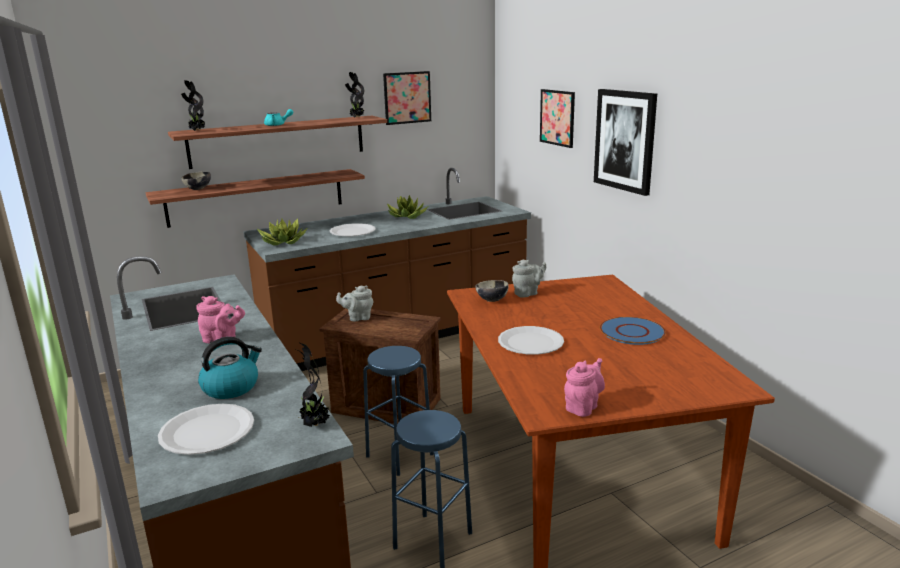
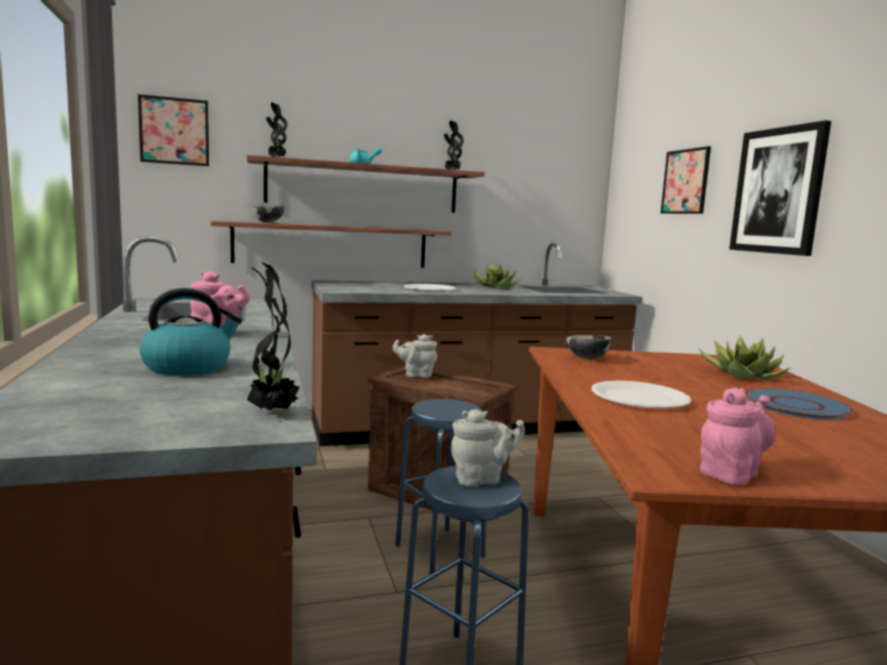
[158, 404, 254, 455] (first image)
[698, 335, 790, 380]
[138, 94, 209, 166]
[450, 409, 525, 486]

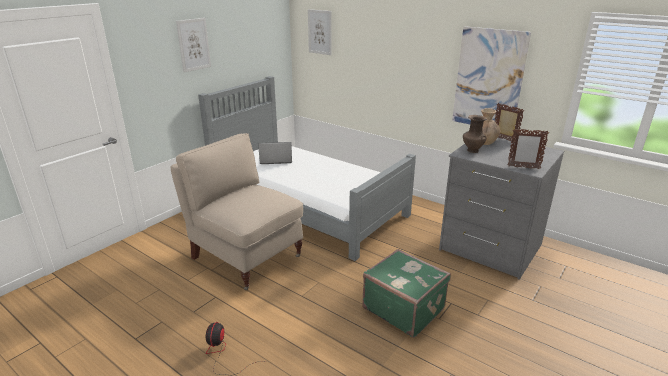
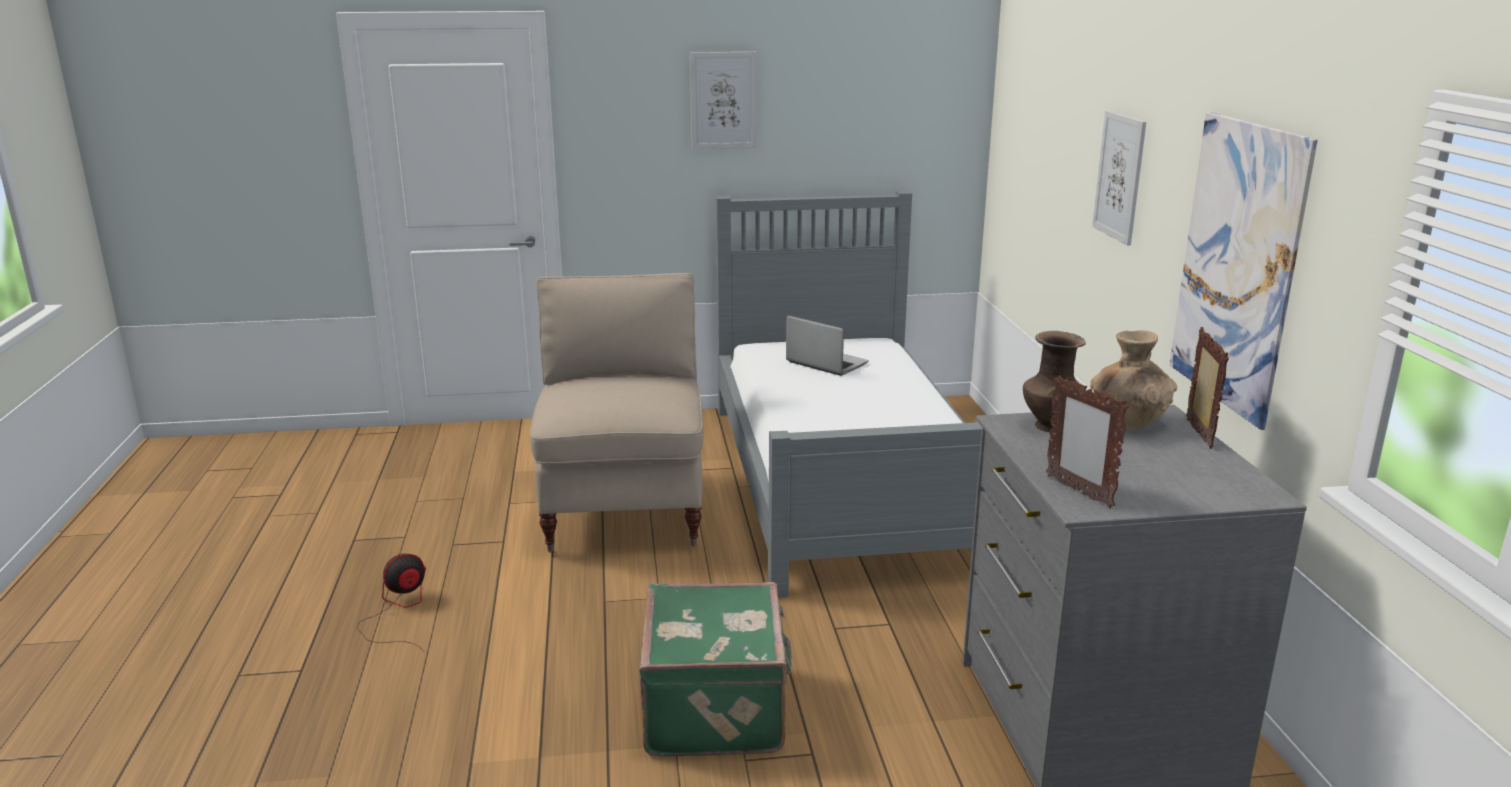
[1092, 111, 1146, 246]

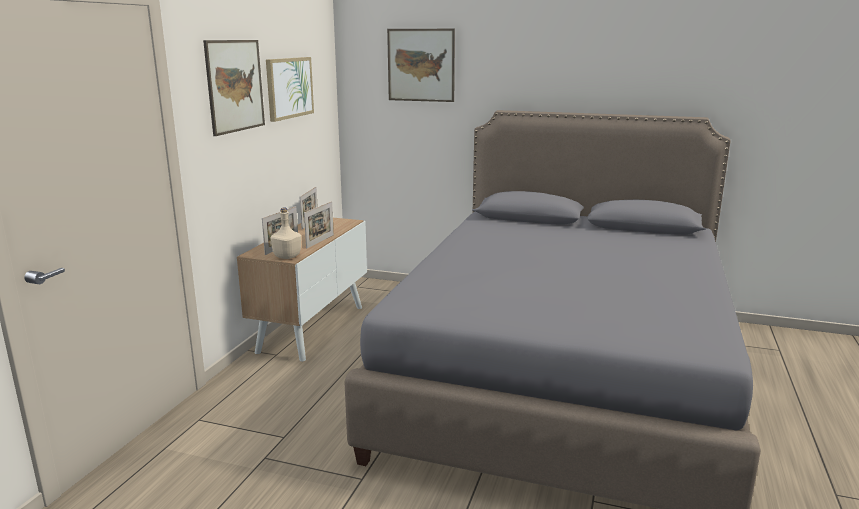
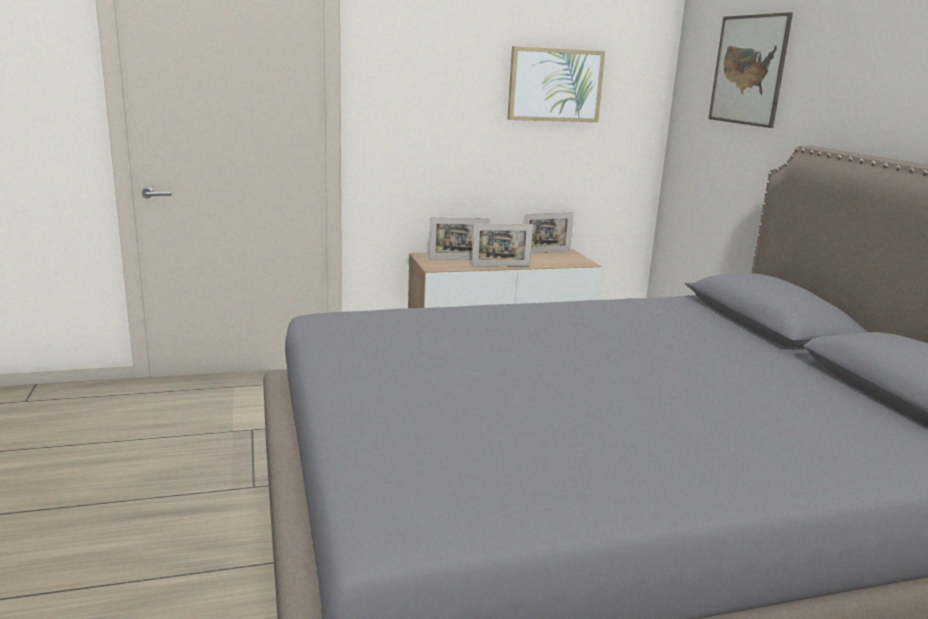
[203, 40, 265, 136] (first image)
[270, 208, 301, 259] (first image)

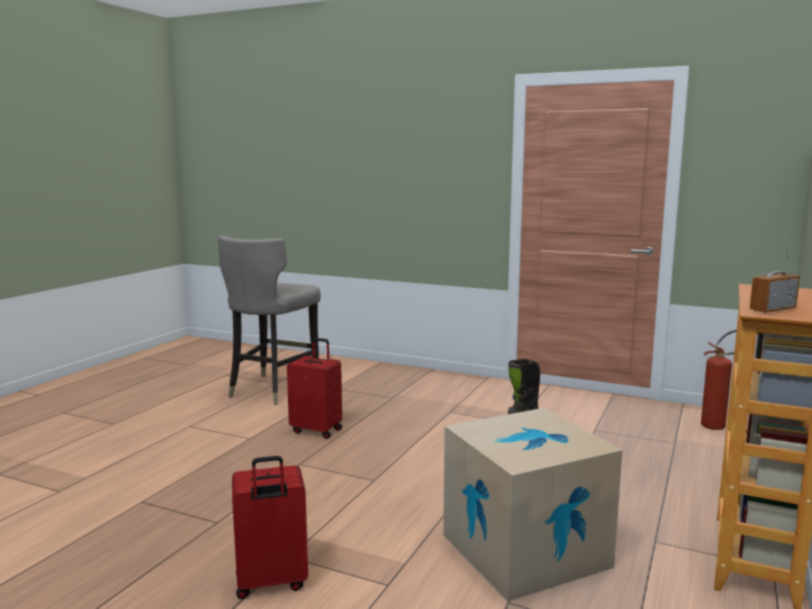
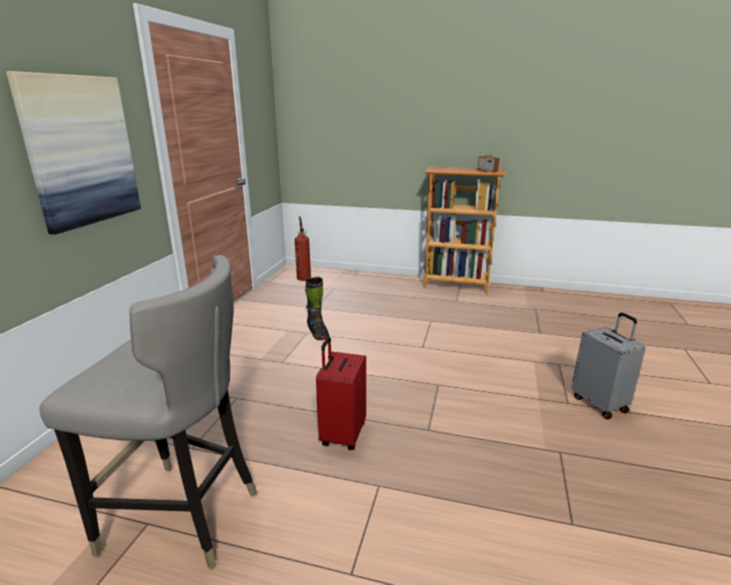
[571, 312, 646, 419]
[443, 408, 622, 601] (first image)
[6, 71, 141, 235]

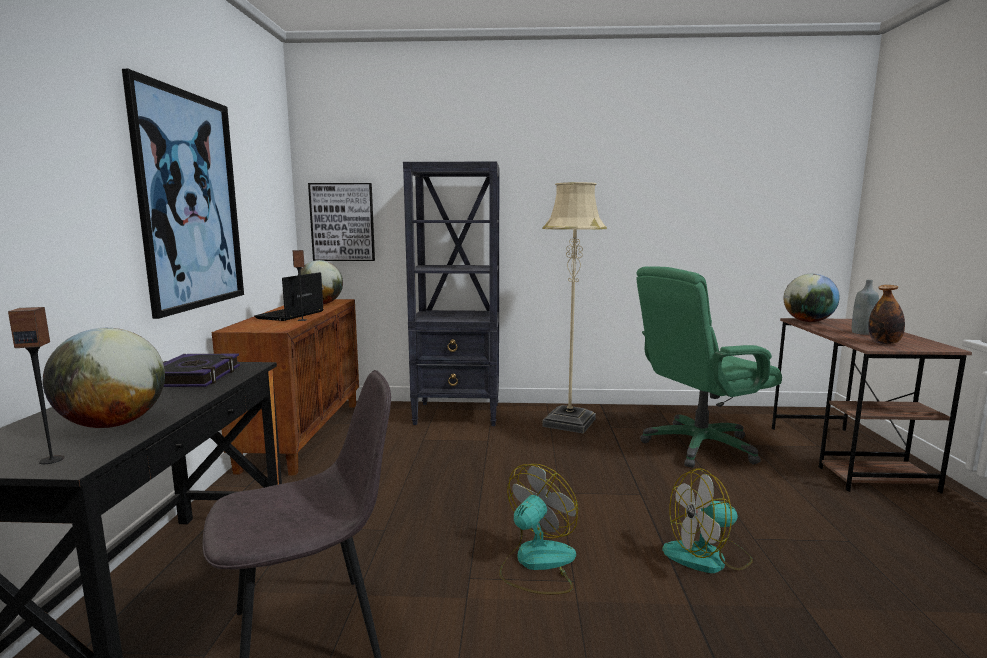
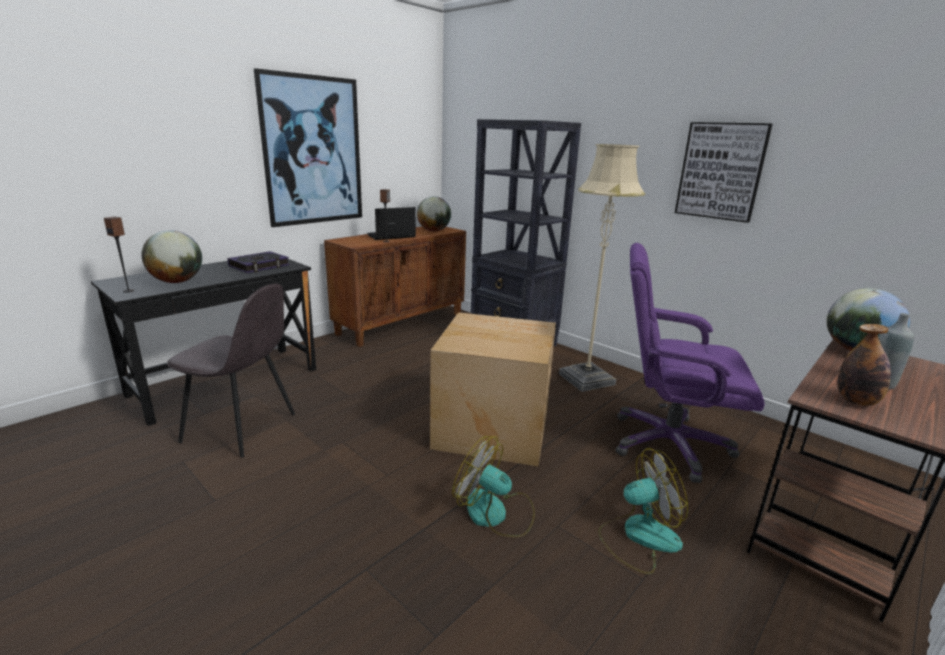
[675, 122, 773, 223]
[598, 448, 688, 574]
[615, 243, 765, 483]
[430, 312, 556, 466]

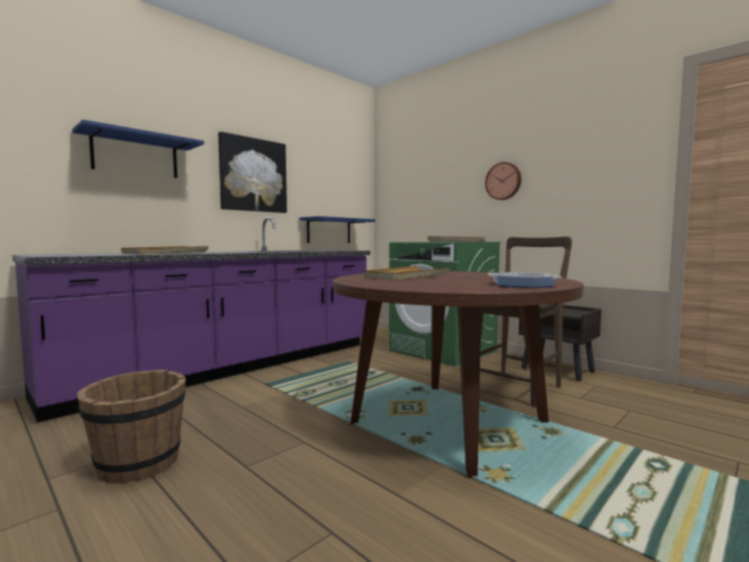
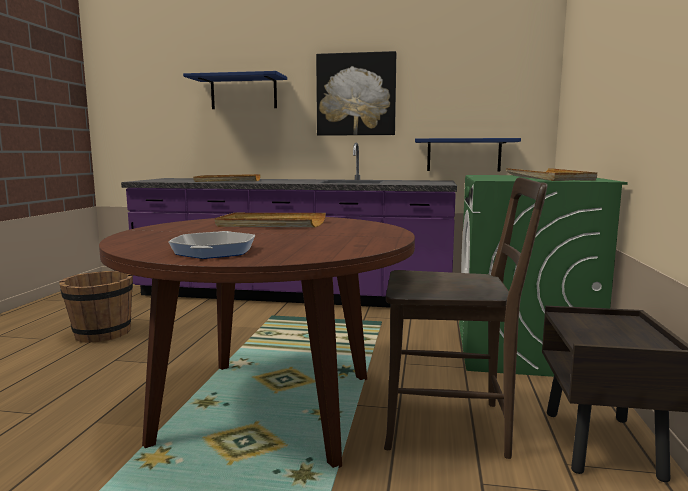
[485, 162, 521, 200] (first image)

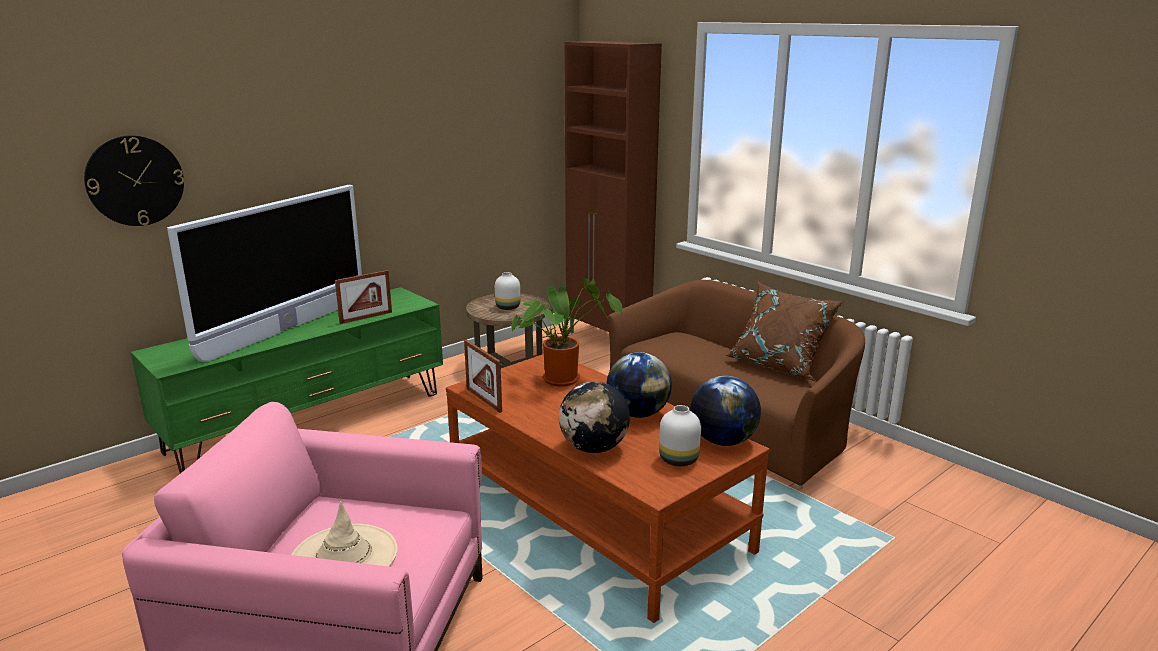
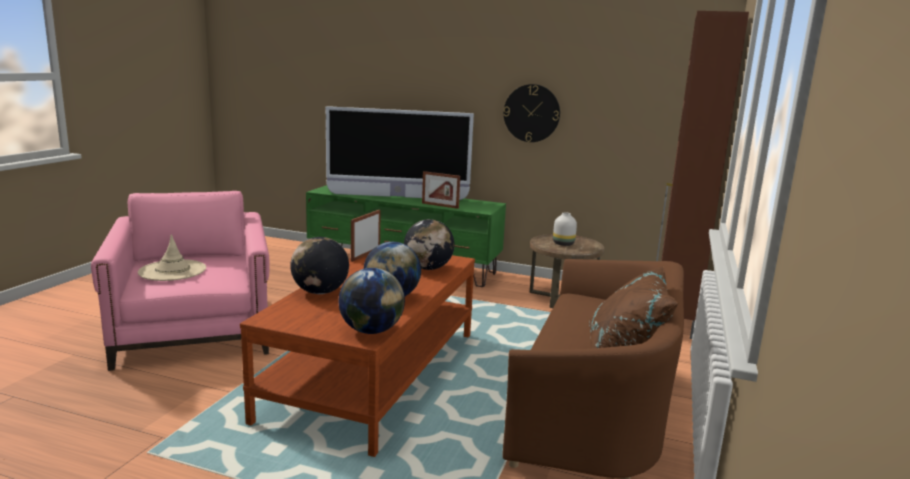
[504, 84, 560, 142]
[404, 219, 455, 270]
[659, 405, 701, 466] (first image)

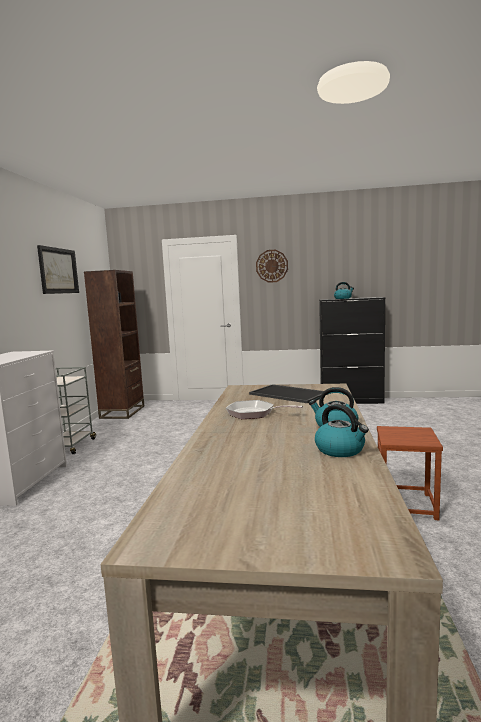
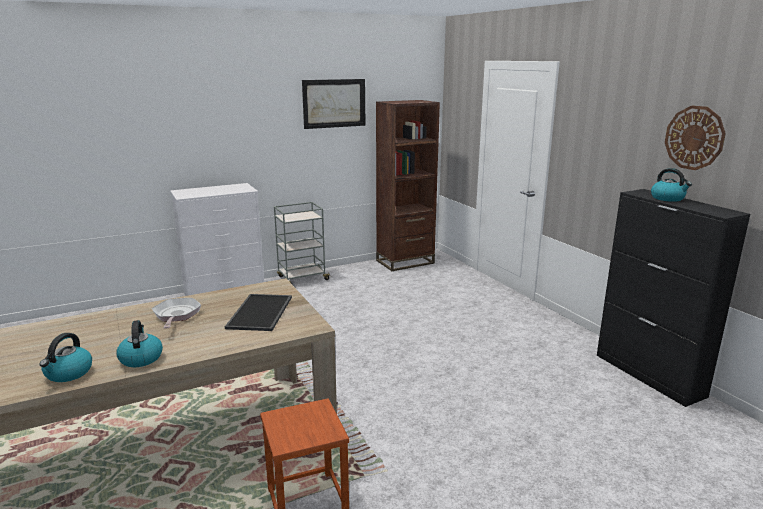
[665, 106, 726, 170]

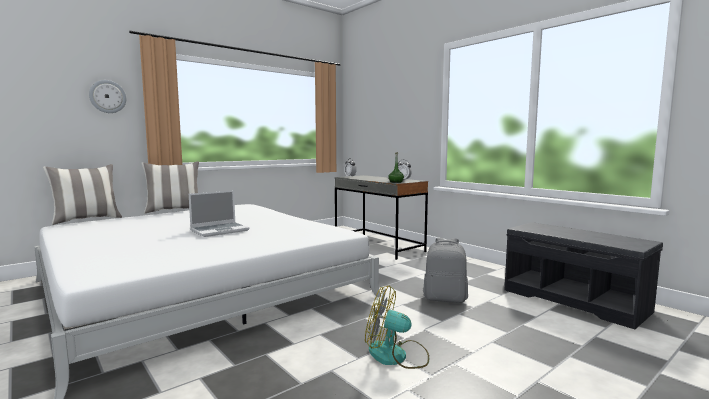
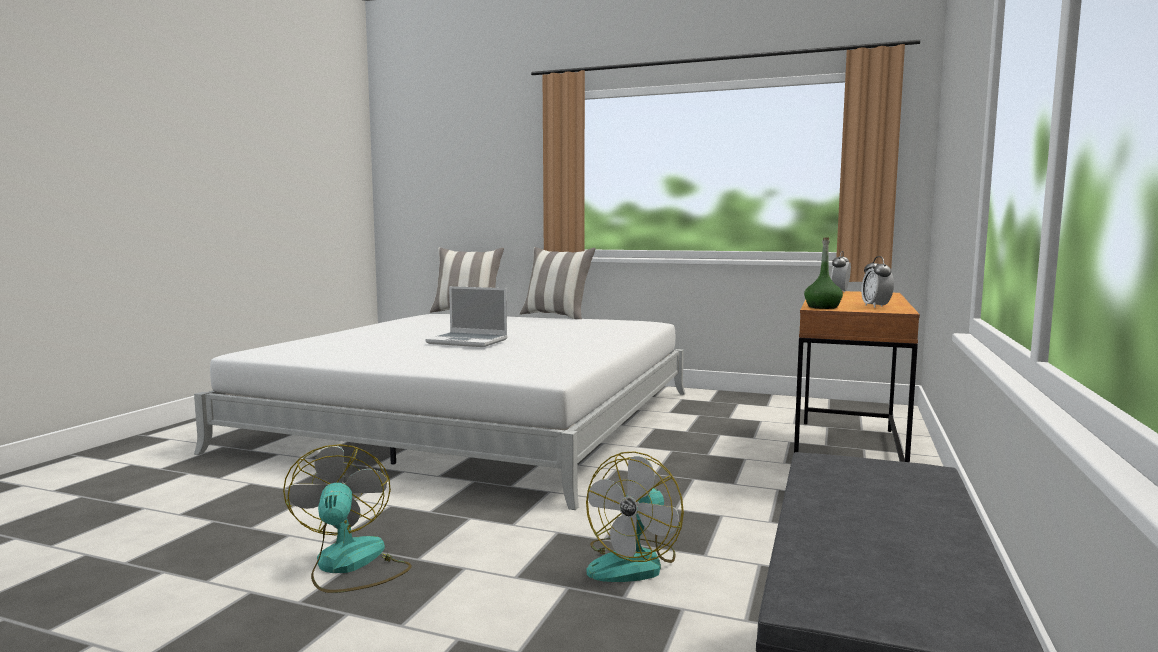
[89, 80, 126, 113] (first image)
[794, 291, 920, 462]
[586, 451, 684, 582]

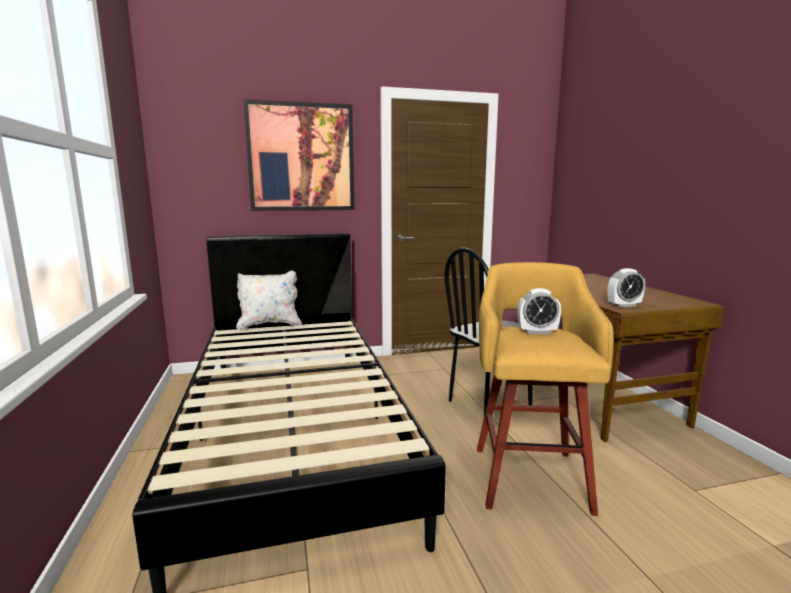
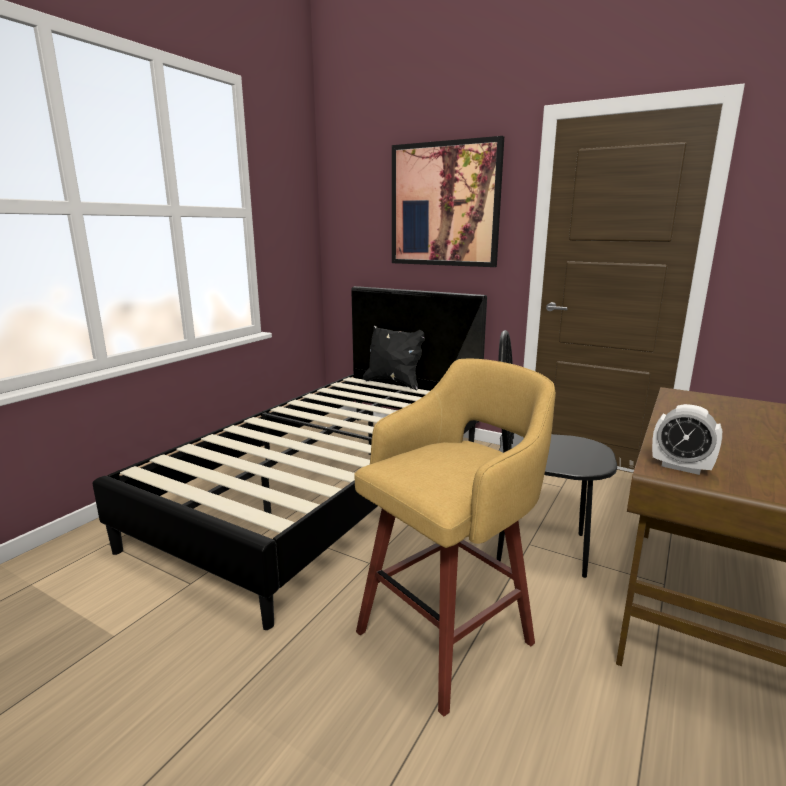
[363, 326, 425, 390]
[517, 288, 561, 334] (first image)

